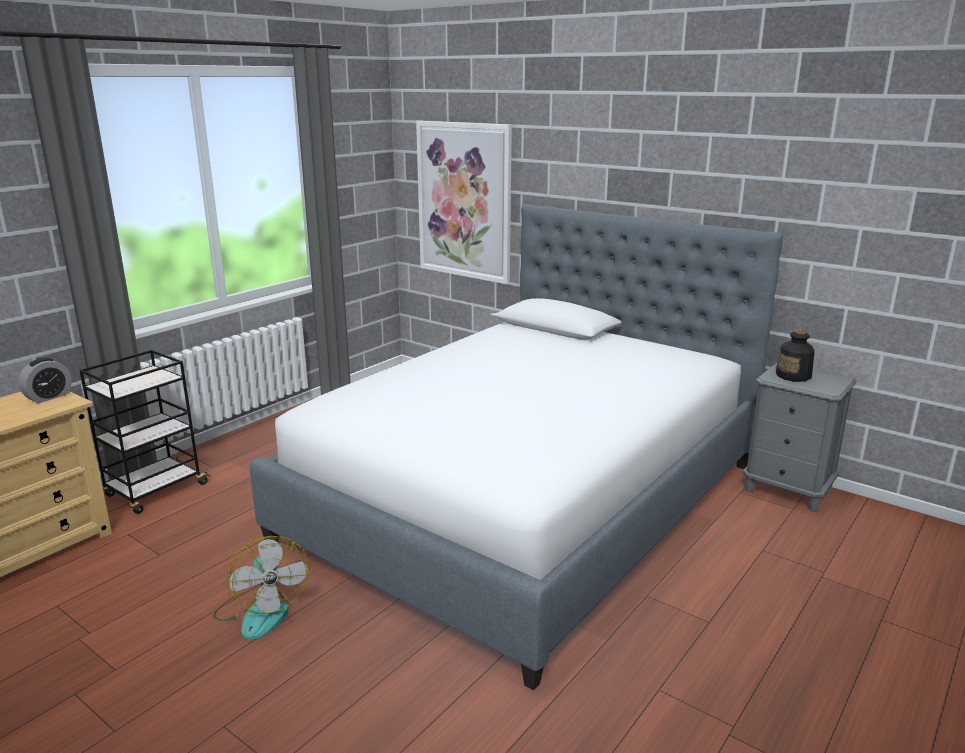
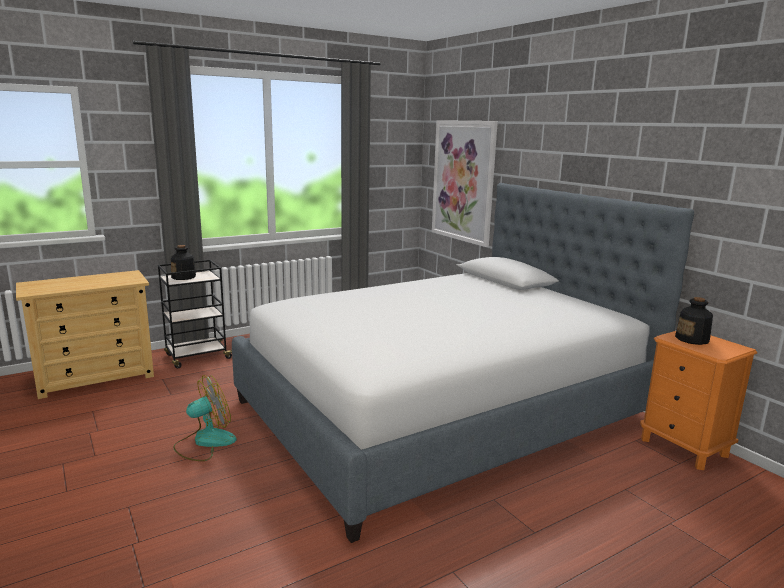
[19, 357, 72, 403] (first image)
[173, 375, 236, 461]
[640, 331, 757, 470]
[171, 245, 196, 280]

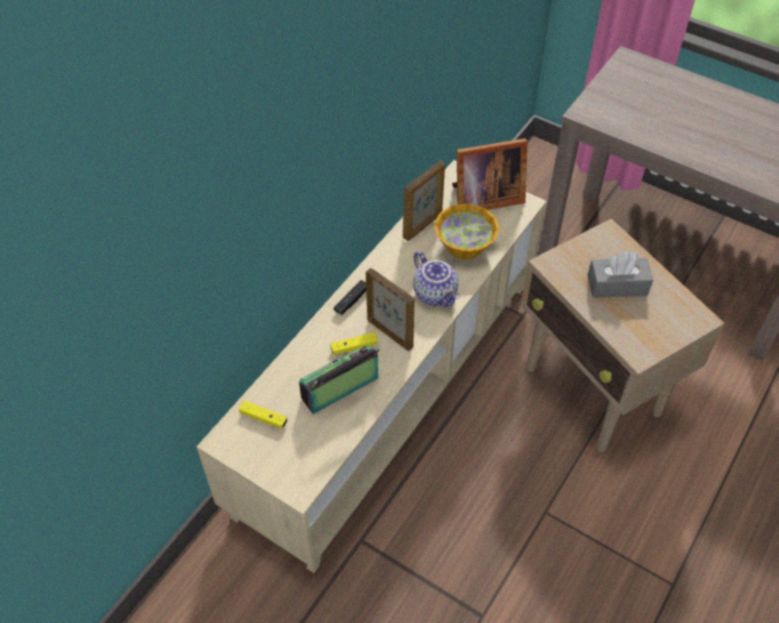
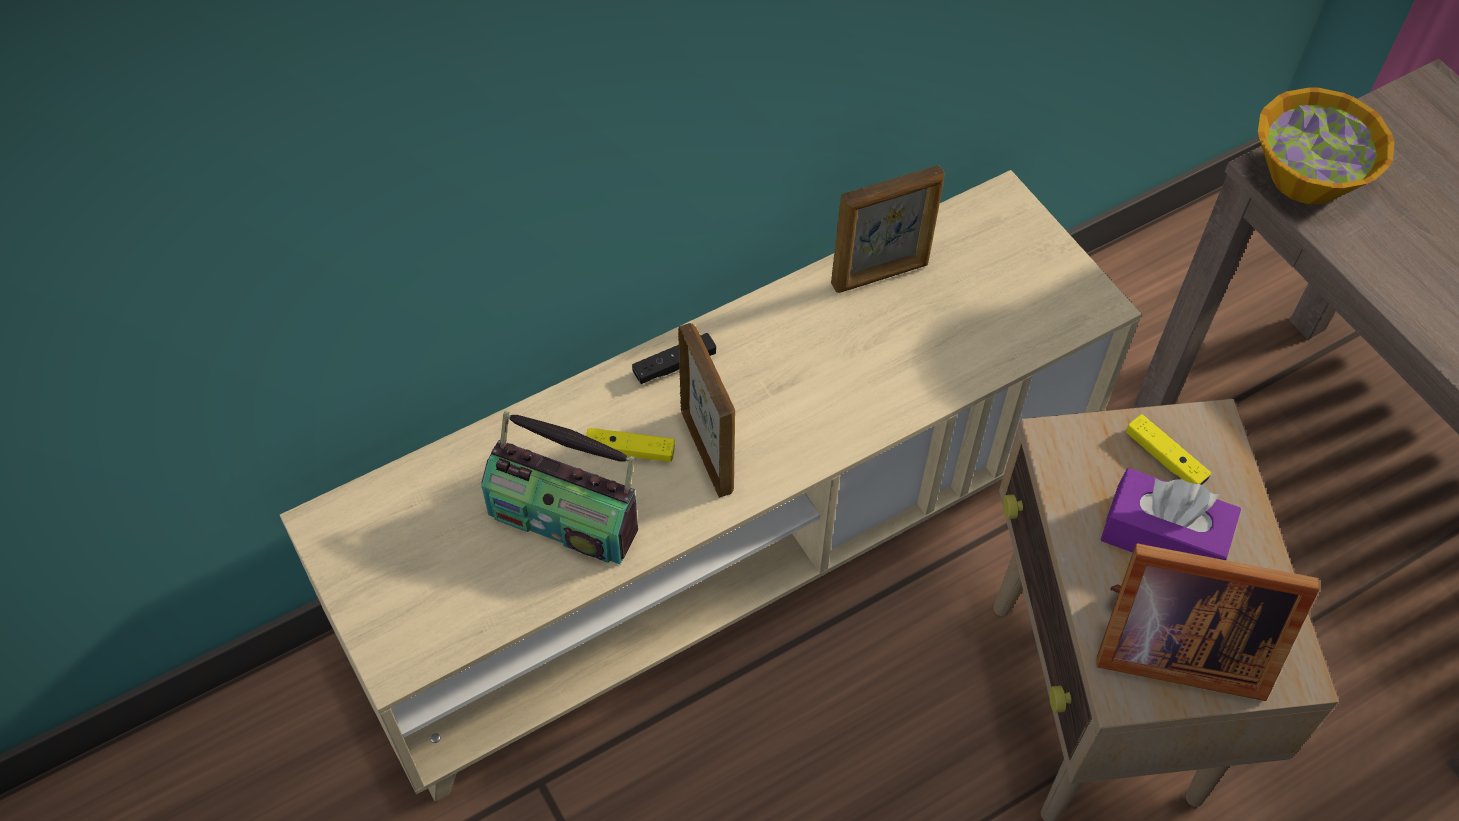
[1126, 414, 1211, 485]
[481, 411, 638, 564]
[413, 251, 460, 307] (first image)
[1258, 87, 1394, 204]
[1096, 543, 1319, 701]
[1100, 468, 1241, 560]

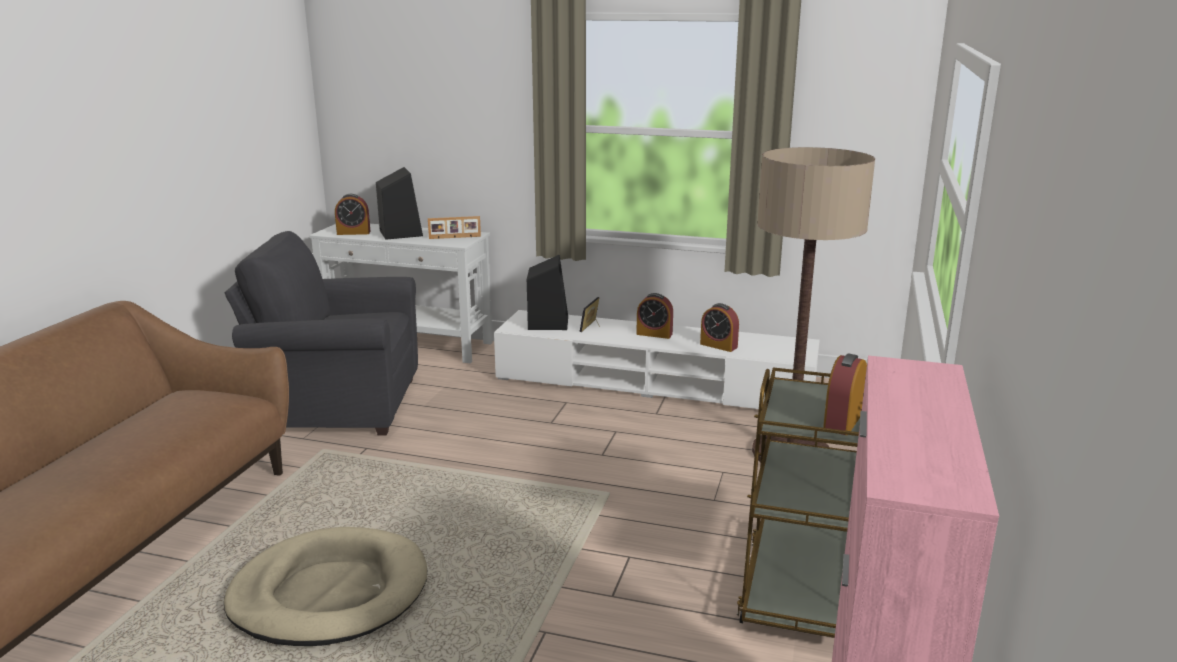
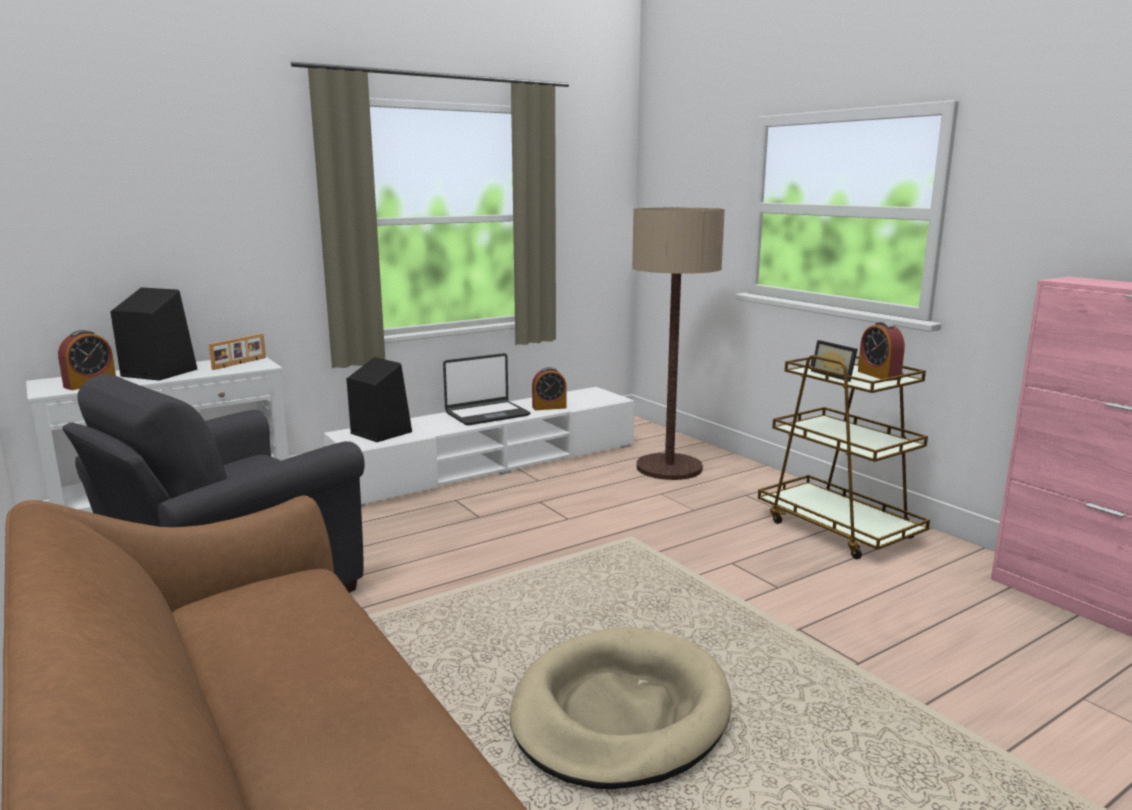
[811, 340, 858, 382]
[443, 353, 530, 426]

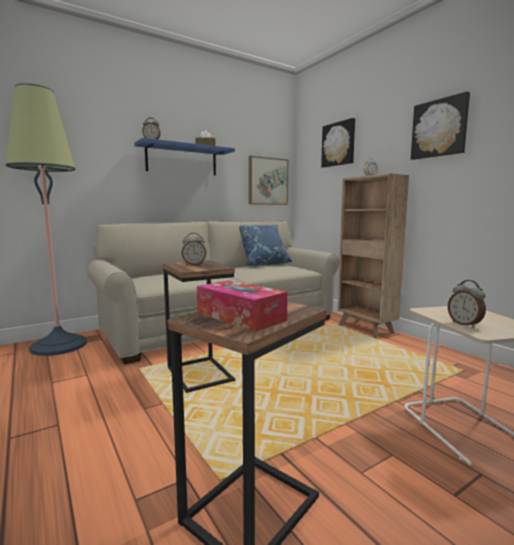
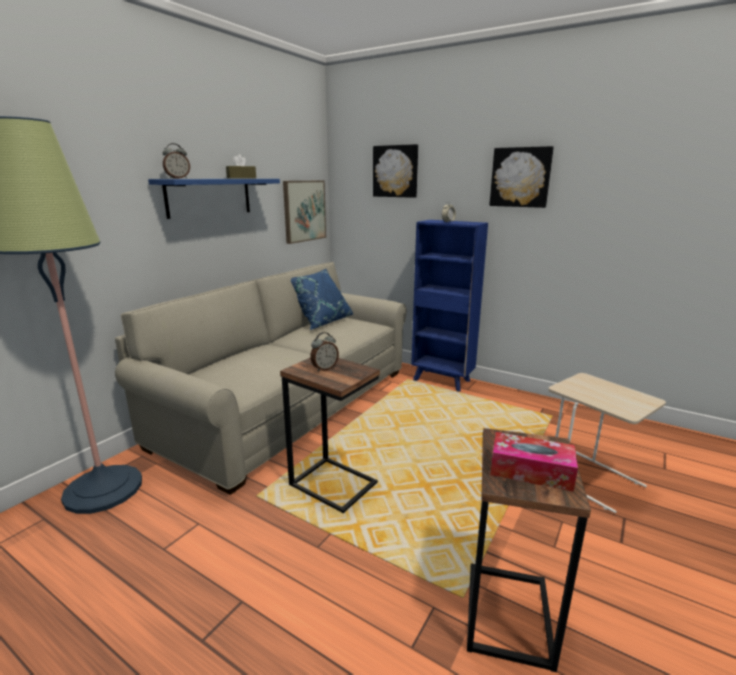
[411, 220, 488, 392]
[448, 280, 486, 328] (first image)

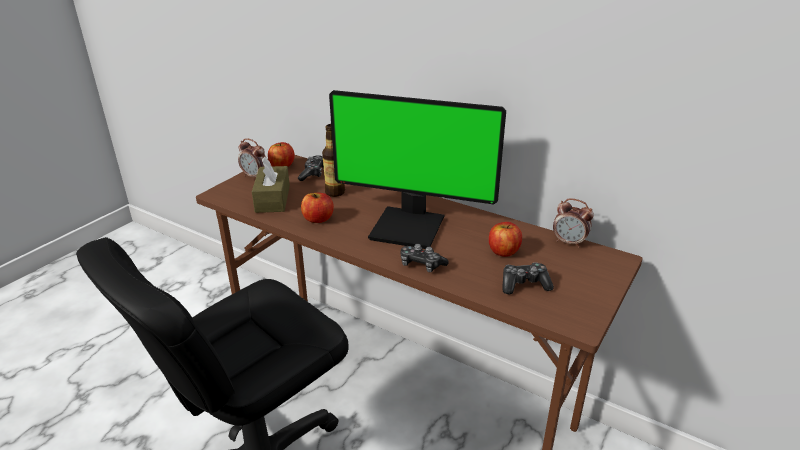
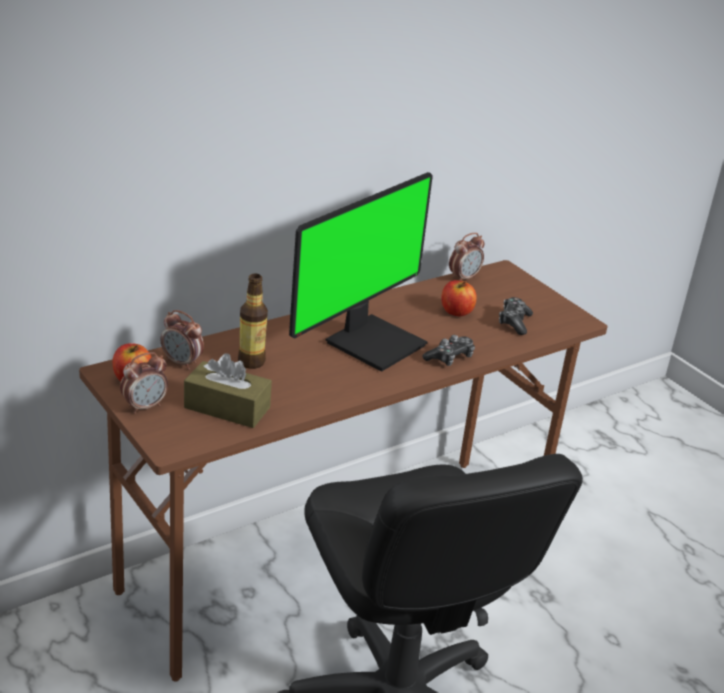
[160, 310, 204, 370]
[301, 193, 334, 223] (first image)

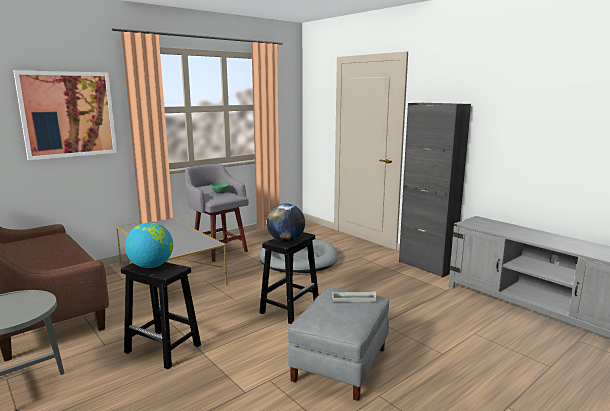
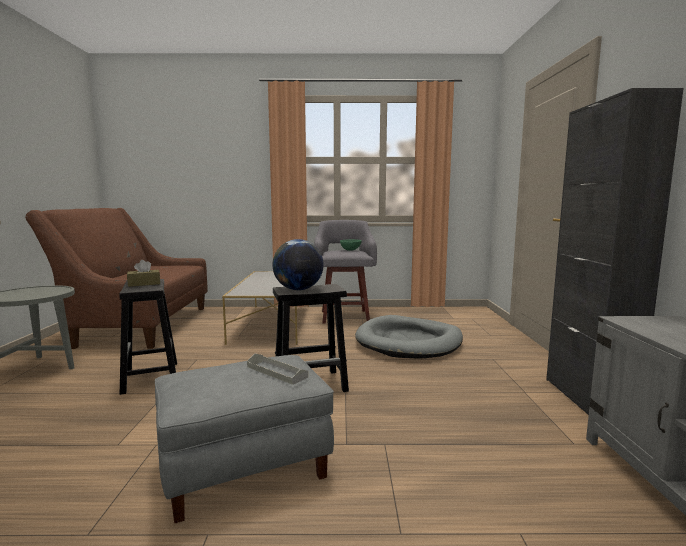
[13, 70, 117, 160] (first image)
[127, 260, 160, 287]

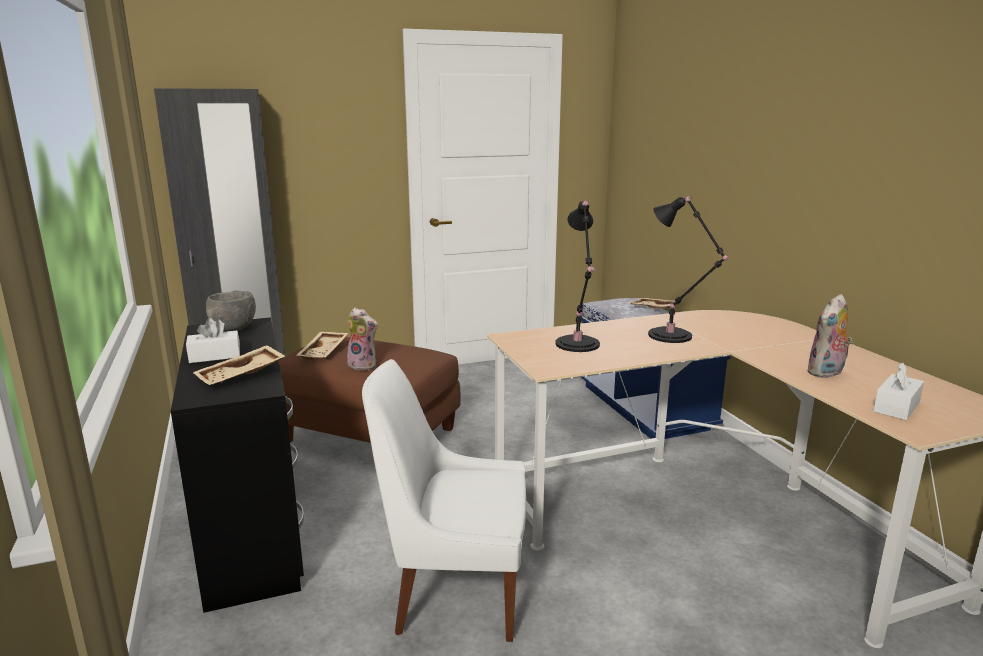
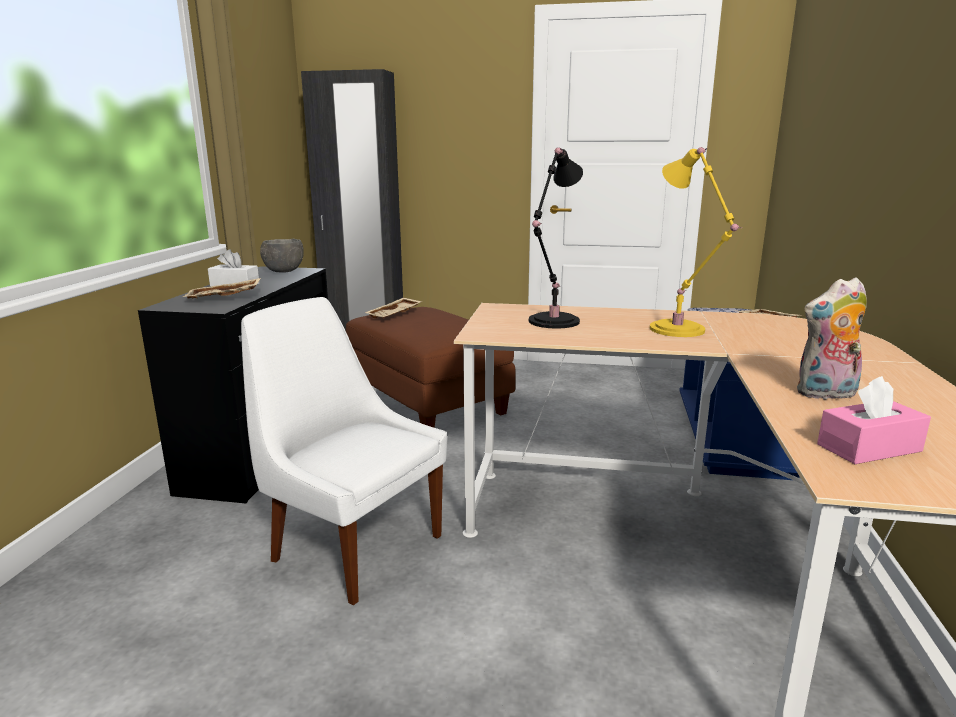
[347, 308, 378, 371] (first image)
[650, 147, 742, 337]
[817, 376, 931, 464]

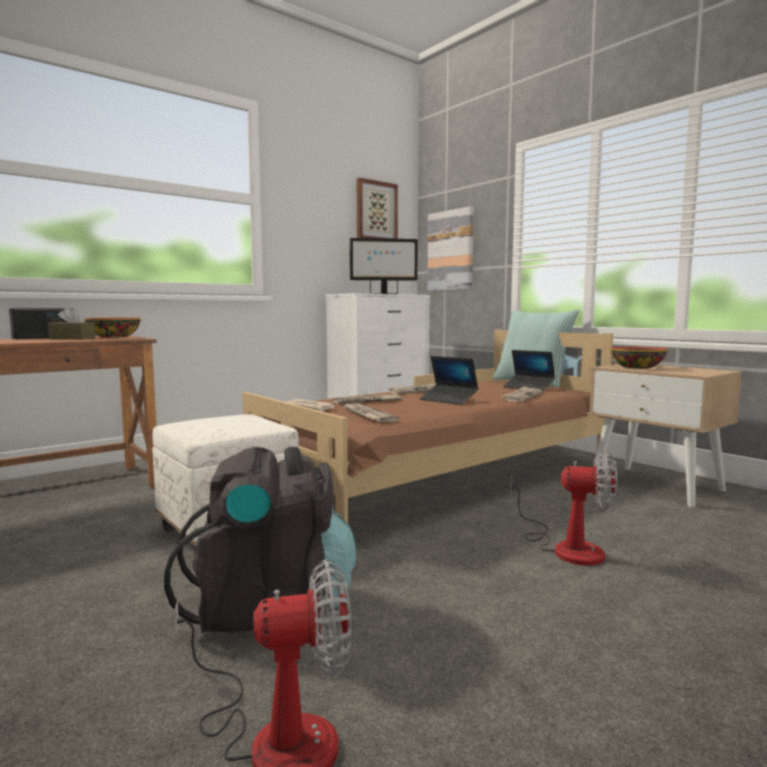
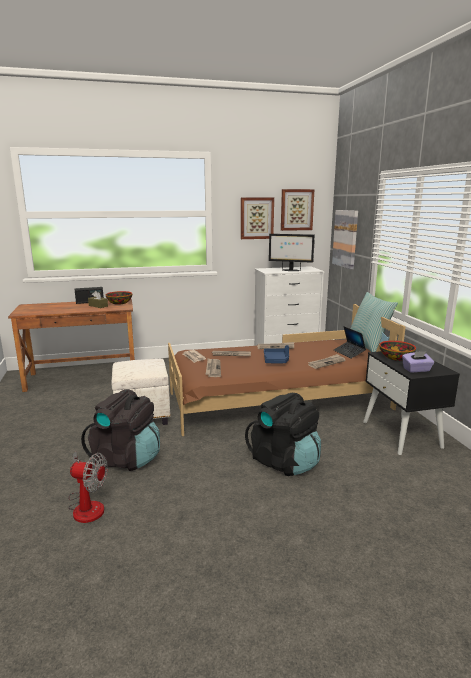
[264, 345, 289, 364]
[245, 393, 321, 476]
[363, 351, 460, 455]
[241, 198, 274, 239]
[402, 351, 434, 372]

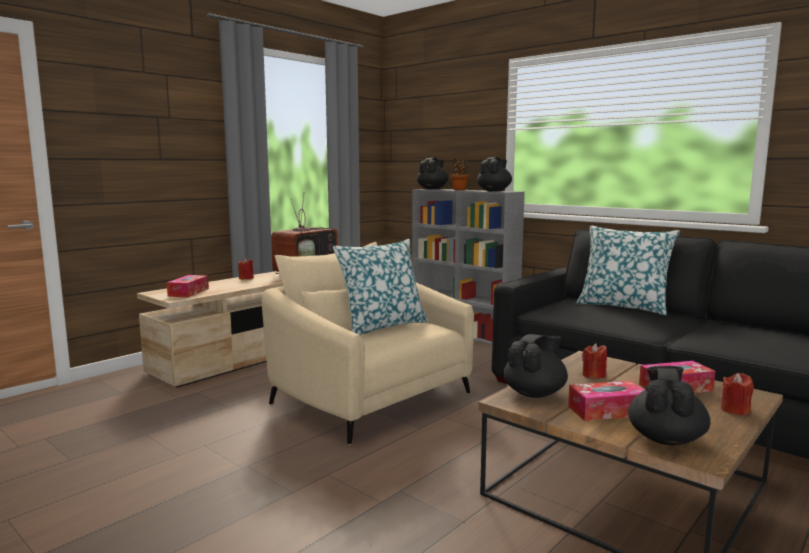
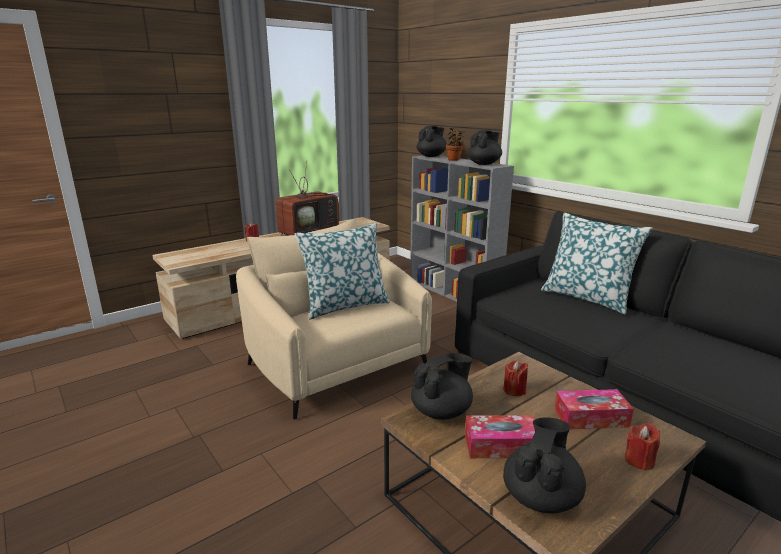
[167, 275, 209, 297] (first image)

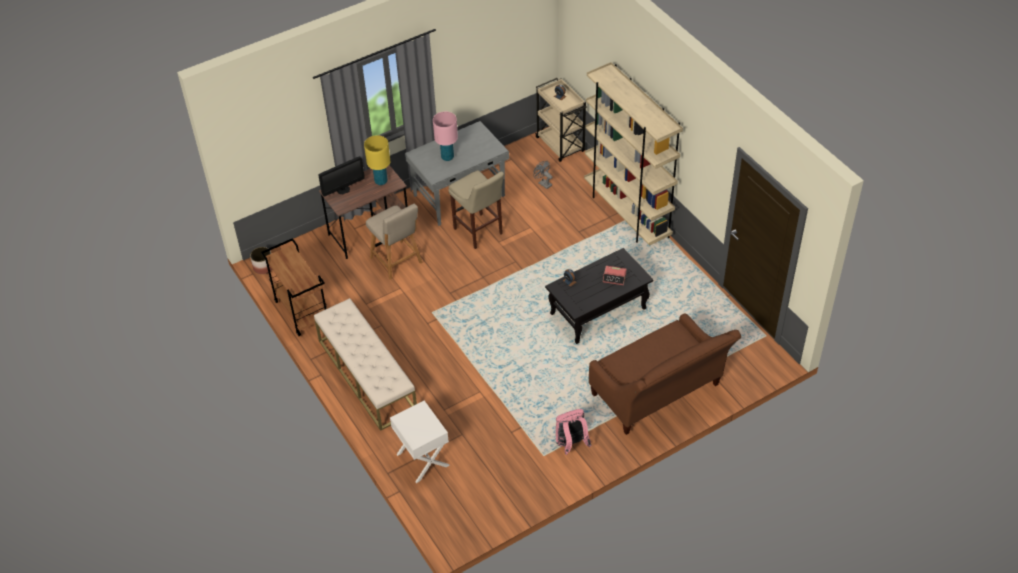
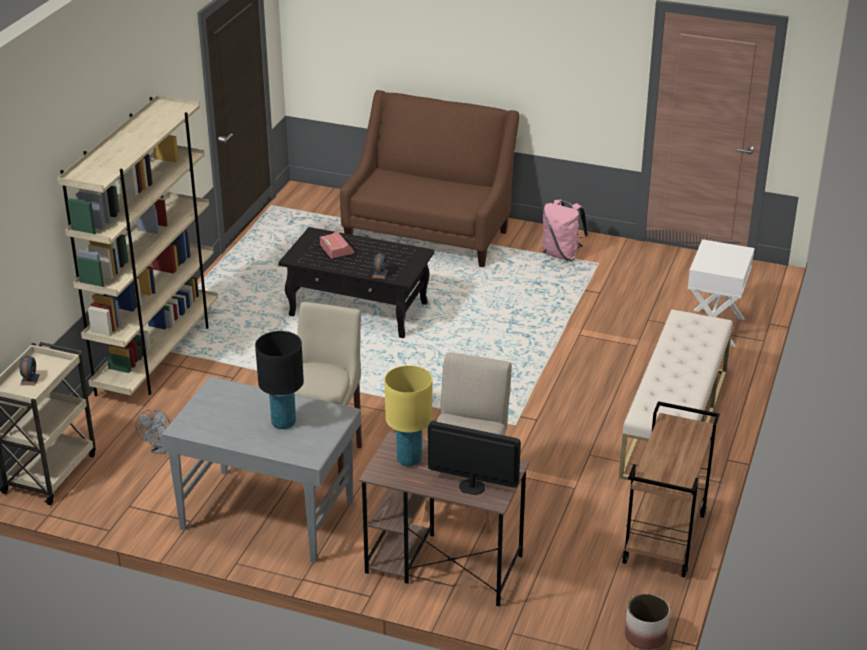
[255, 331, 304, 429]

